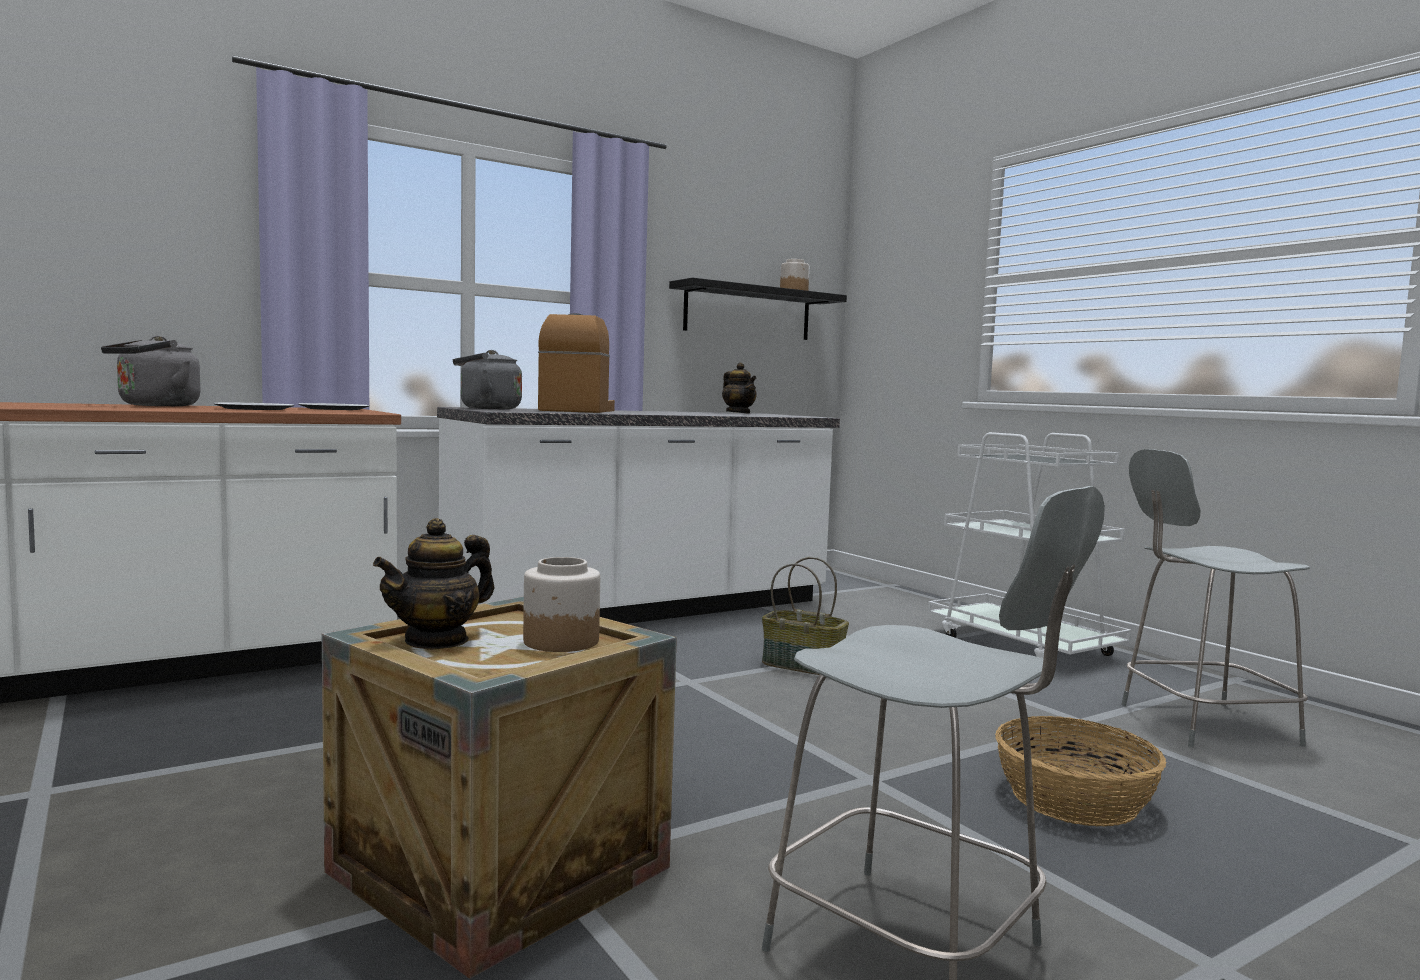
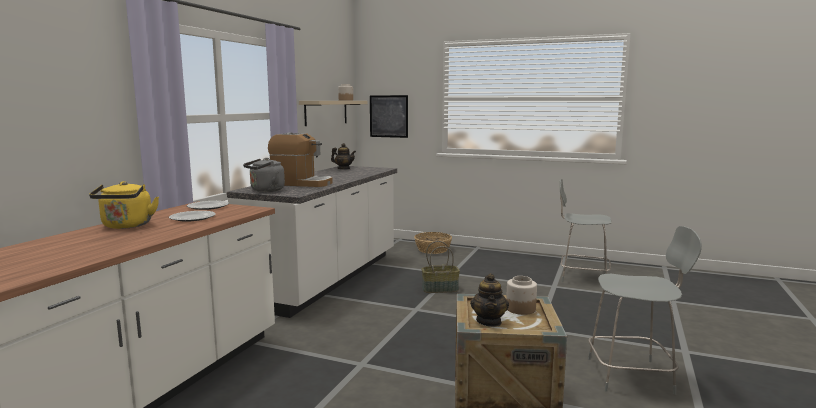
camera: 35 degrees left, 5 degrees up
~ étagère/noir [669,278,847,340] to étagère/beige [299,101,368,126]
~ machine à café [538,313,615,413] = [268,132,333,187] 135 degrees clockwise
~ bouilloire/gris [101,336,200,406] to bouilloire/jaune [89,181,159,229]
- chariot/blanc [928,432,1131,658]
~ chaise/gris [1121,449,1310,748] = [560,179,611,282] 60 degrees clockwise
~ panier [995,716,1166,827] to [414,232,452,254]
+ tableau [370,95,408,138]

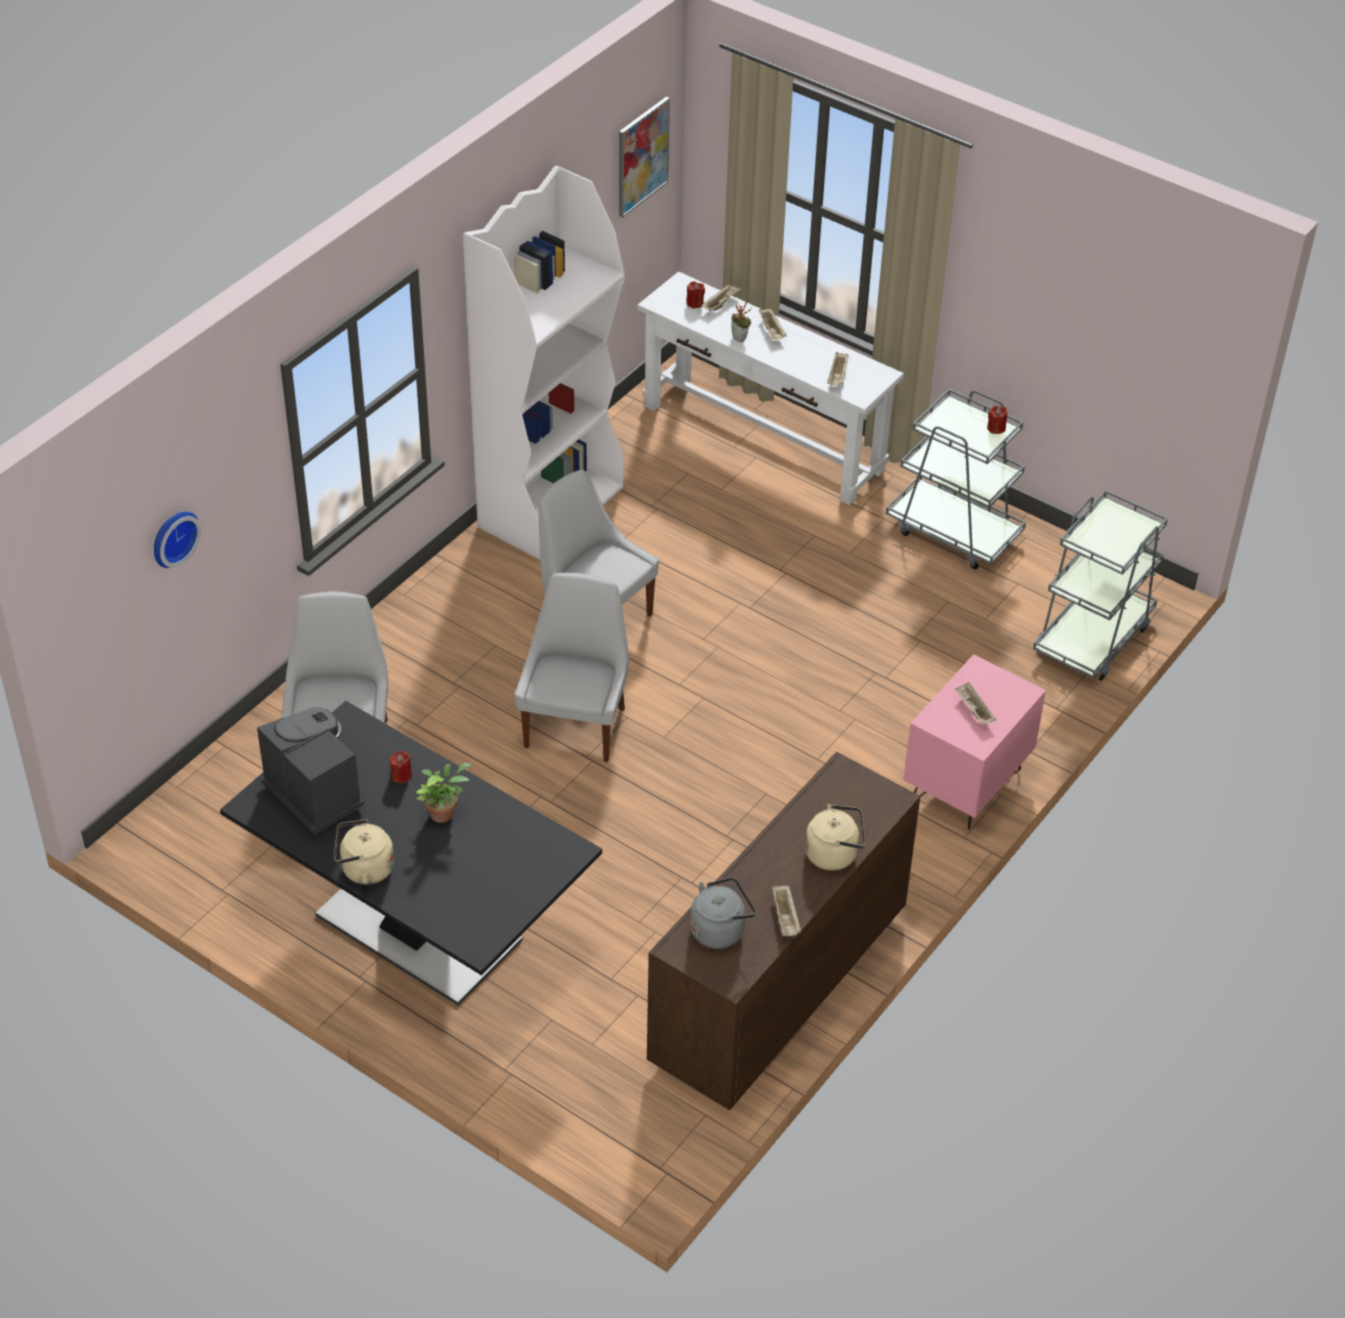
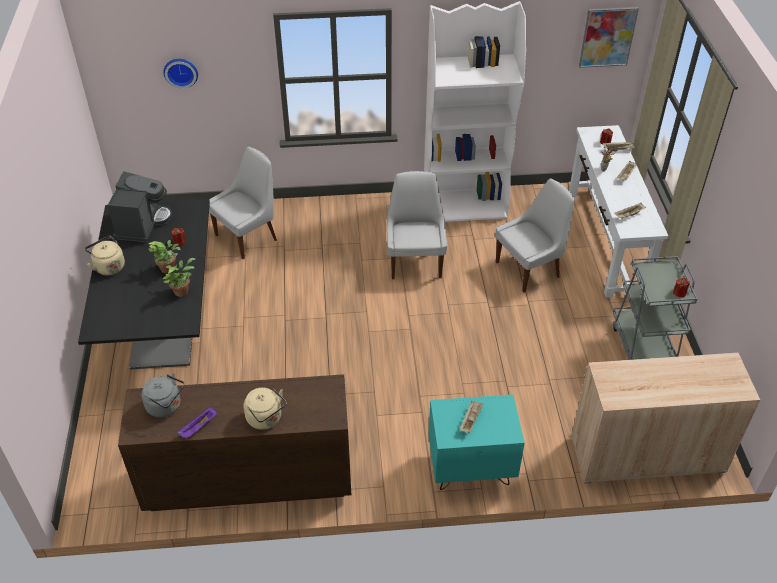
camera: 50 degrees right, 0 degrees up
~ chariot/gris [1033,490,1168,681] to meuble de rangement/beige [571,353,760,483]
~ chaise/blanc [515,573,629,762] to [496,178,575,292]
~ table de chevet/rose [903,654,1046,829] to table de chevet/turquoise [429,394,525,490]
~ plateau/beige [772,885,801,936] to plateau/violet [178,407,217,439]
+ plante en pot [163,258,195,297]

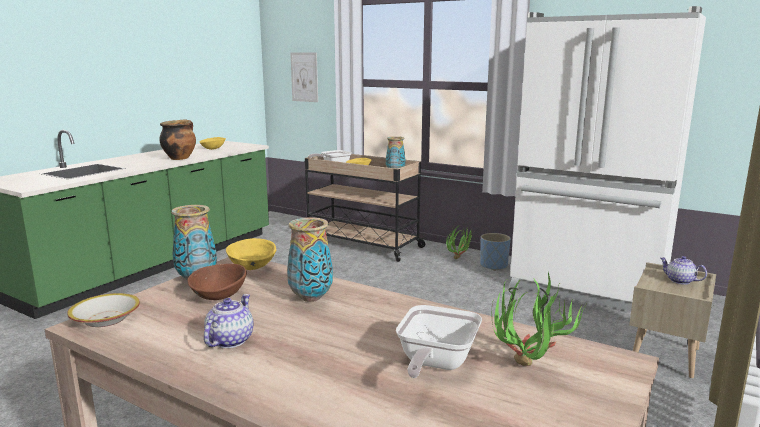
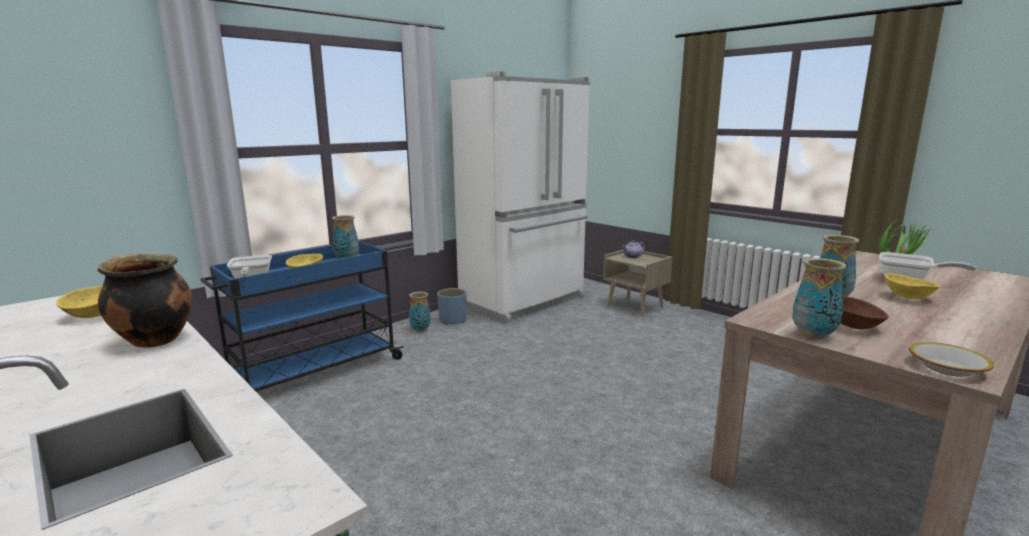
camera: 75 degrees left, 0 degrees up
- tableau [290,53,318,102]
~ chariot/beige [304,154,427,262] to chariot/bleu [200,241,404,392]
~ plante en pot [446,228,474,259] to vase [409,292,431,332]
~ bol/jaune [226,238,276,270] to [885,273,940,299]
- théière [204,294,253,348]

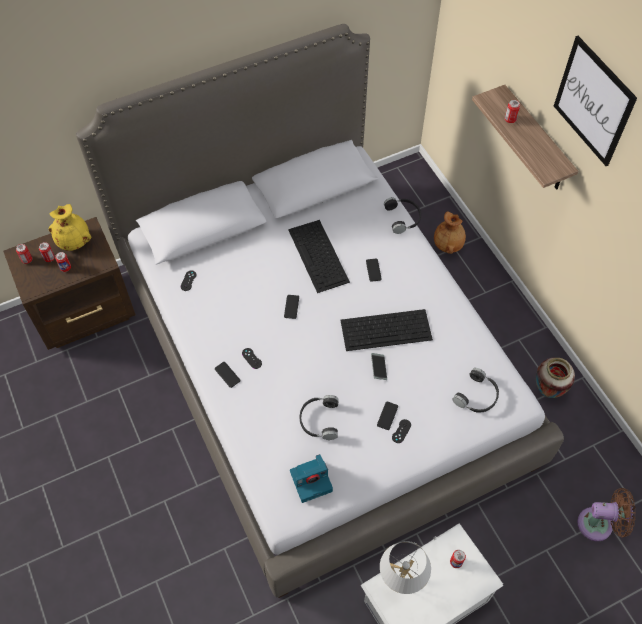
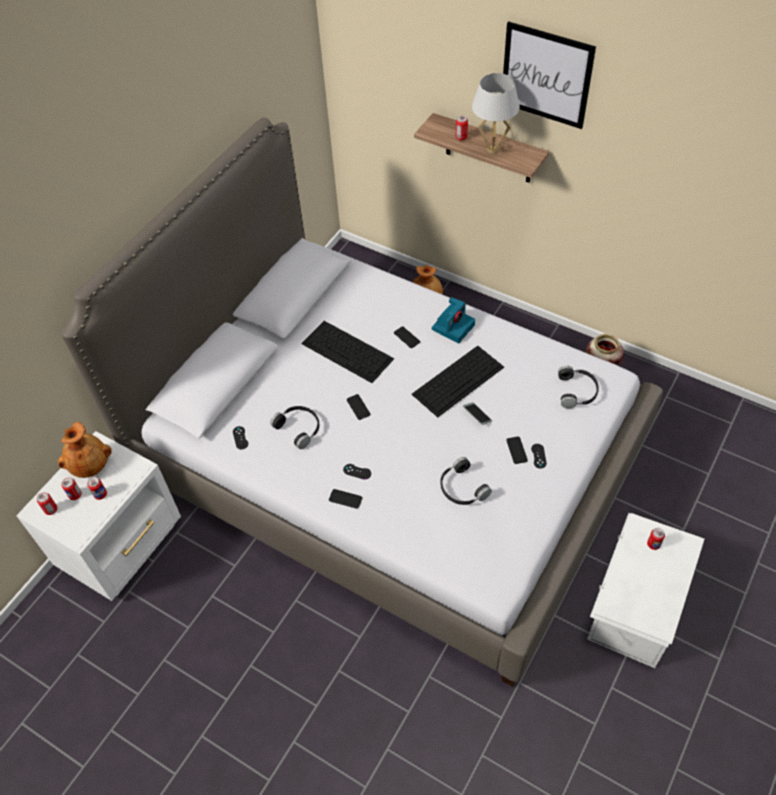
camera: 30 degrees left, 5 degrees down
~ casque audio/noir [384,197,421,234] to [270,406,319,449]
~ vase/jaune [49,204,91,251] to vase/marron [58,422,112,478]
~ table de chevet/marron [3,217,136,350] to table de chevet/blanc [16,431,181,601]
~ appareil photo [290,454,333,503] to [432,297,475,344]
- ventilateur/marron [577,488,636,541]
~ lampe de table/blanc [380,541,431,594] to [472,73,520,154]

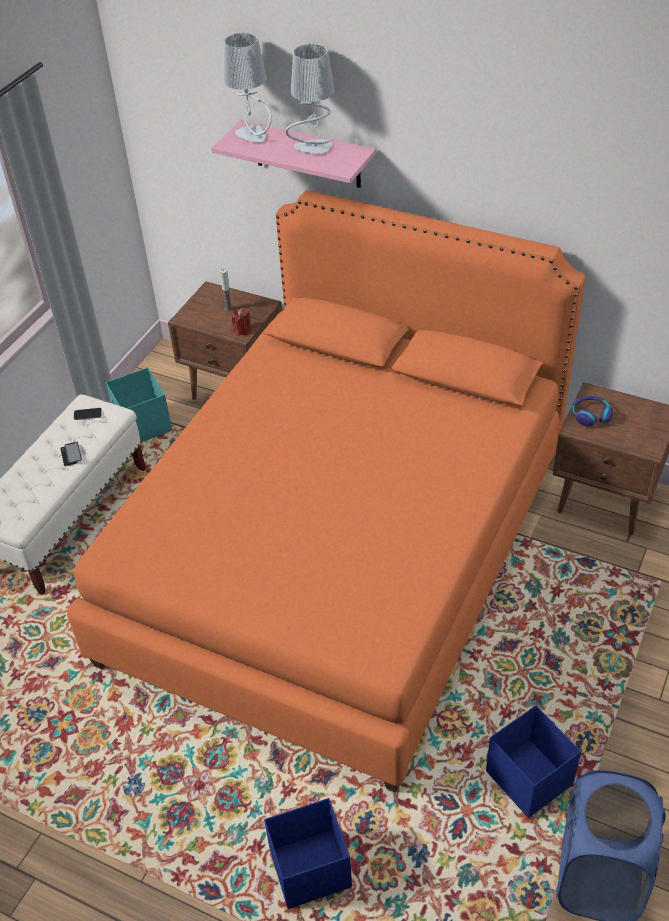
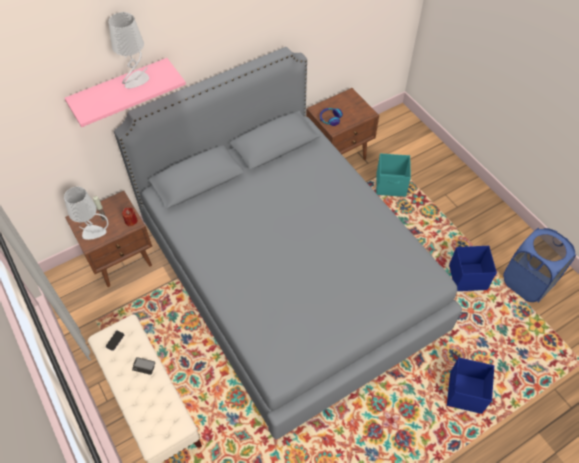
camera: 60 degrees left, 10 degrees up
~ lampe de table/gris [224,33,272,143] to [64,187,108,240]
~ lit/orange [67,190,586,792] to lit/gris [114,47,462,440]
~ boîte de rangement/turquoise [106,367,172,442] to [376,153,411,197]

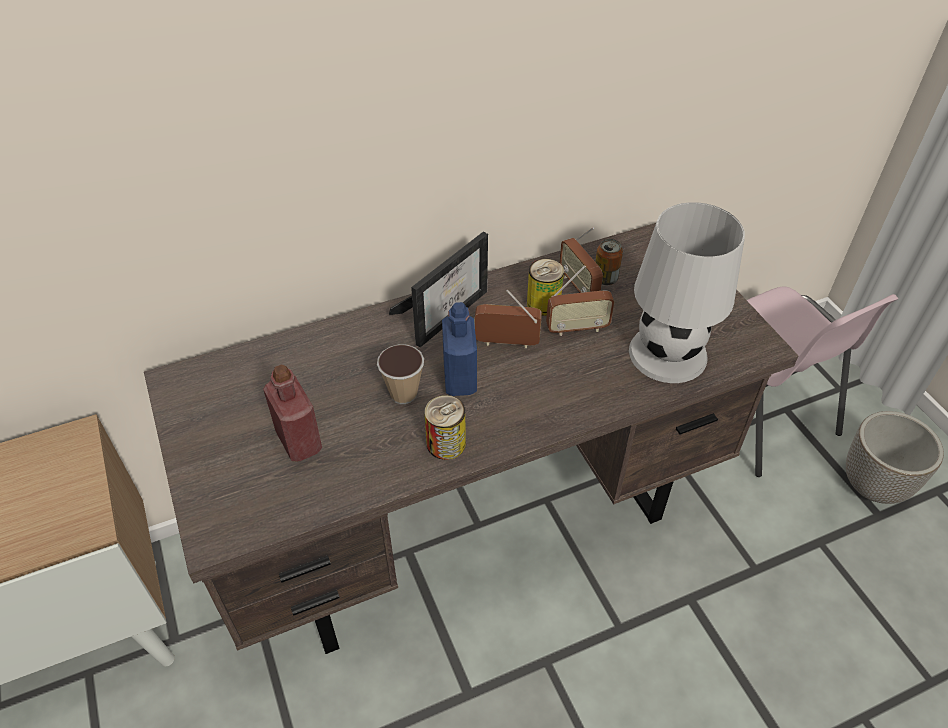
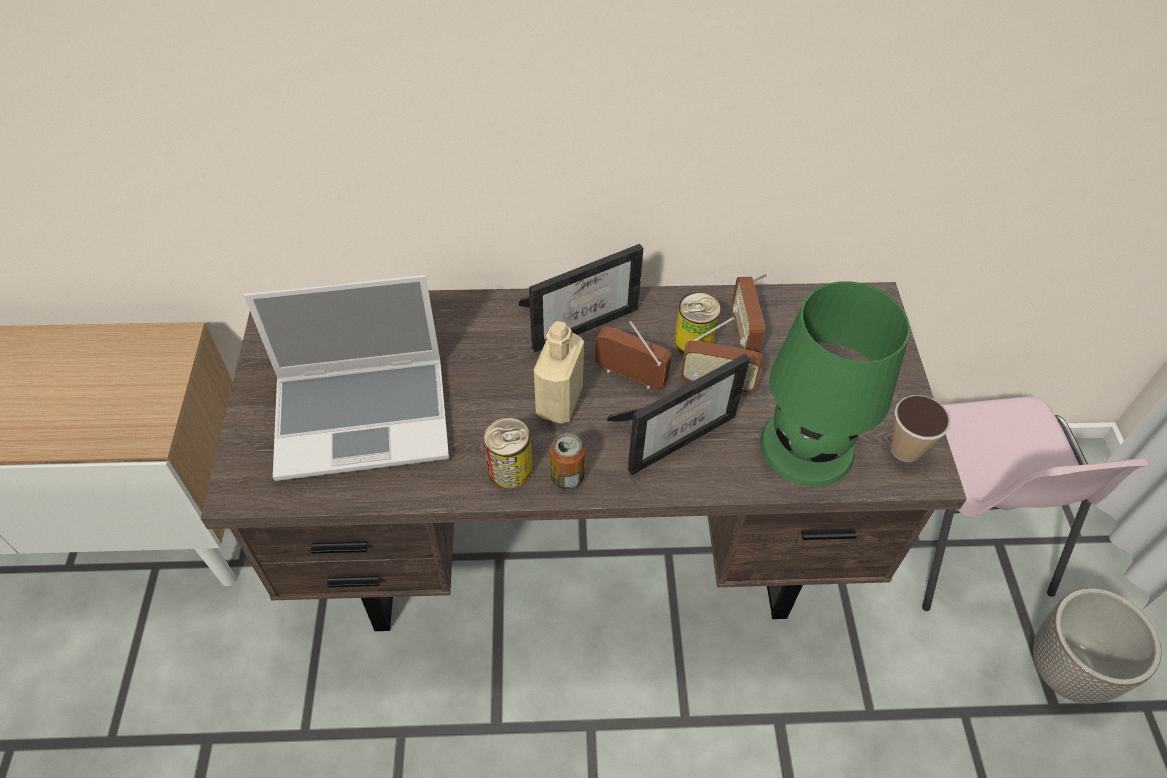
camera: 20 degrees right, 5 degrees up
~ lampe de table/blanc [629,202,745,383] to lampe de table/vert [760,281,910,487]
~ boîte métallique [595,239,623,285] to [550,433,585,489]
~ bouteille/bleu [442,302,477,396] to bouteille/beige [534,321,584,423]
~ tasse [377,344,424,404] to [890,395,951,462]
~ bouteille/rouge [263,365,322,461] to ordinateur portable [244,275,449,481]
+ cadre photo [607,354,750,475]

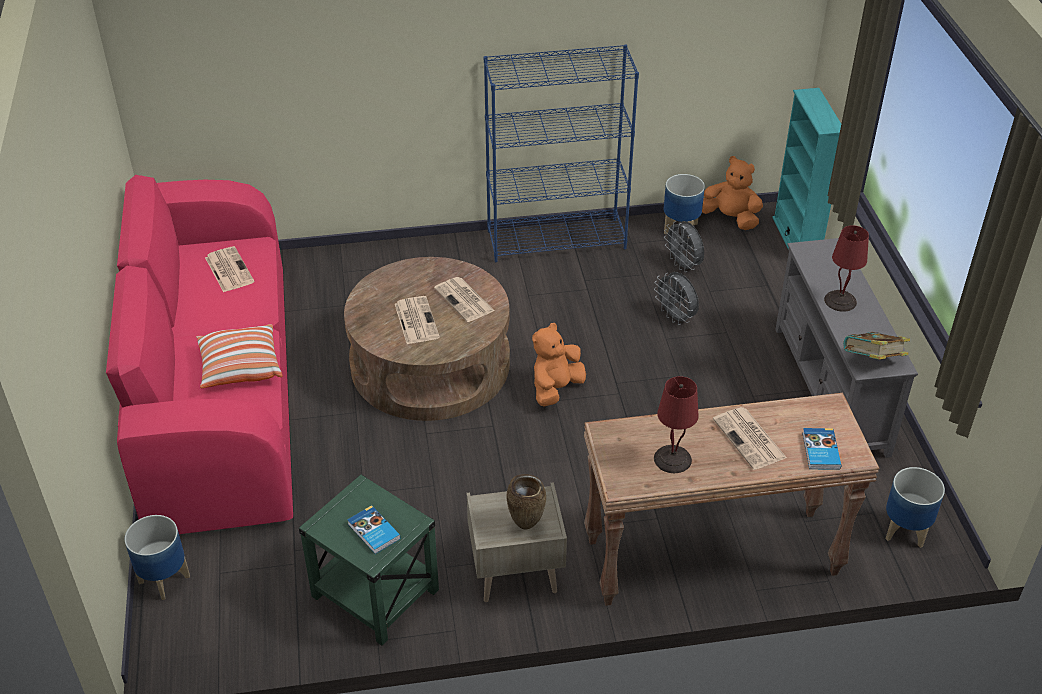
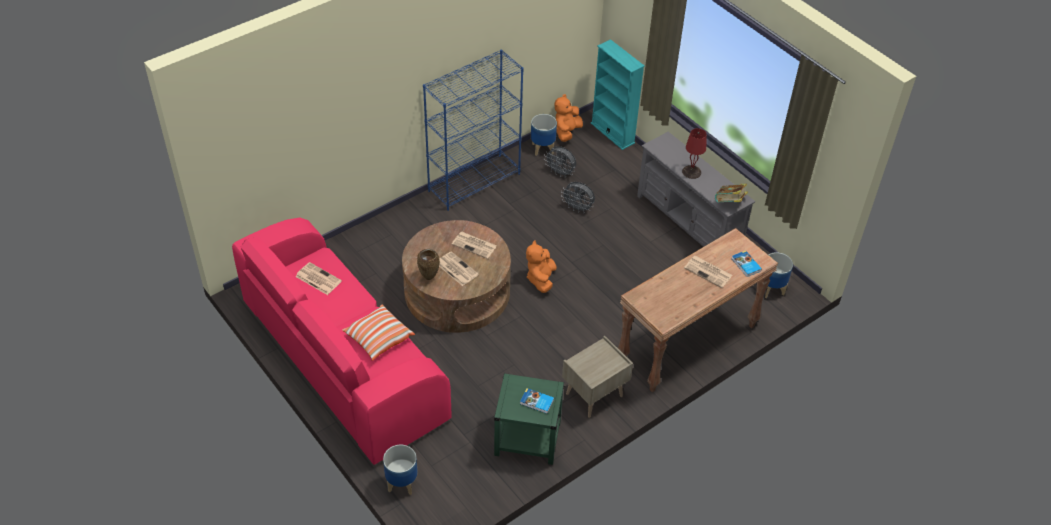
camera: 30 degrees left, 5 degrees up
~ peluche/orange [702,156,763,230] = [555,94,583,142] 60 degrees counterclockwise
- lampe de table/rouge [654,376,699,473]
~ vase/marron [506,474,546,530] to [417,249,440,280]

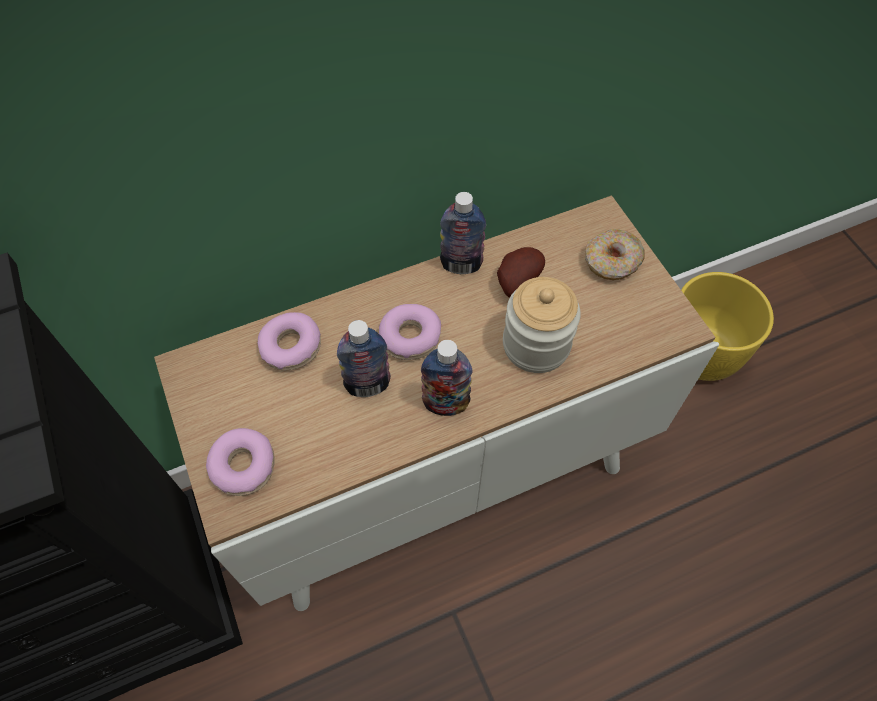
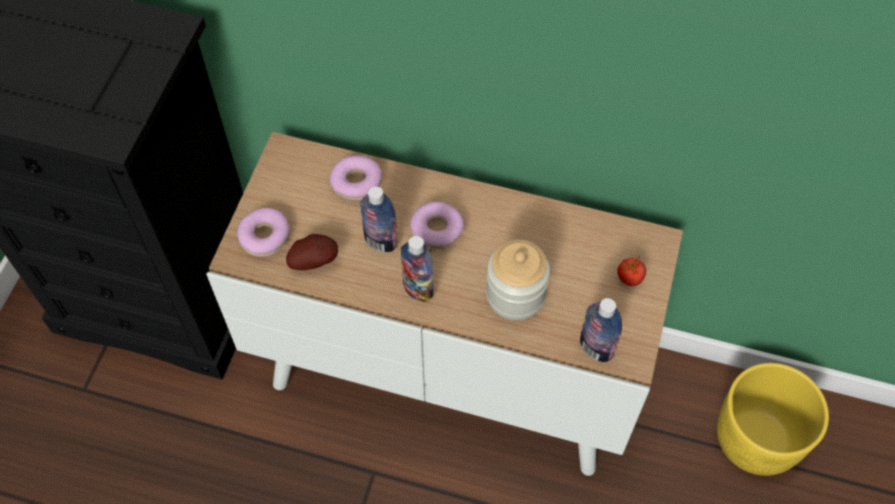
camera: 40 degrees right, 0 degrees up
~ bouteille [440,192,486,274] to [580,298,622,362]
~ beignet [585,229,645,280] to tomate [618,258,646,286]
~ pomme de terre [497,247,545,298] to [286,234,338,270]

